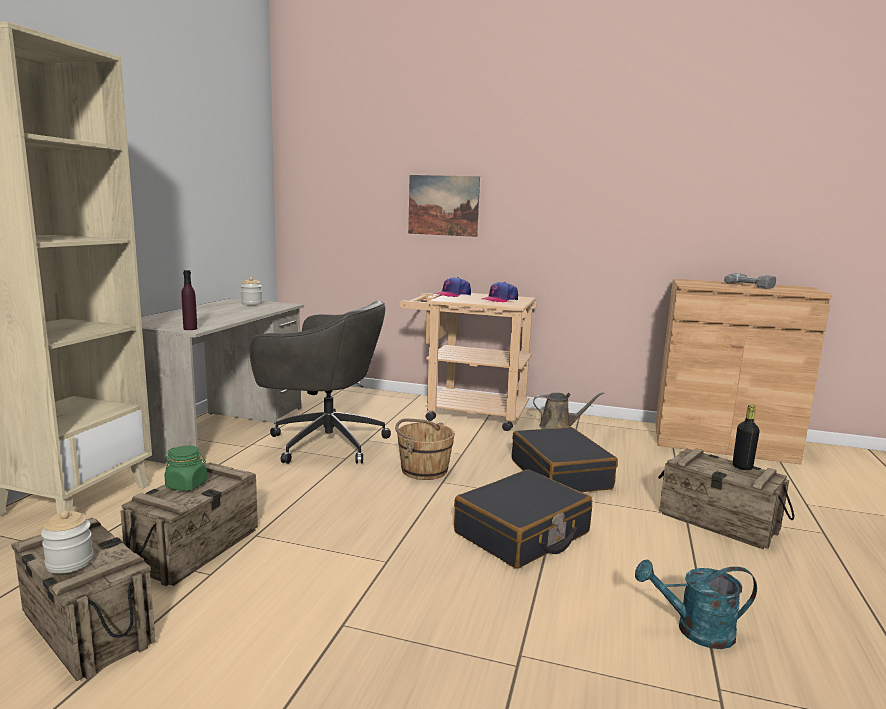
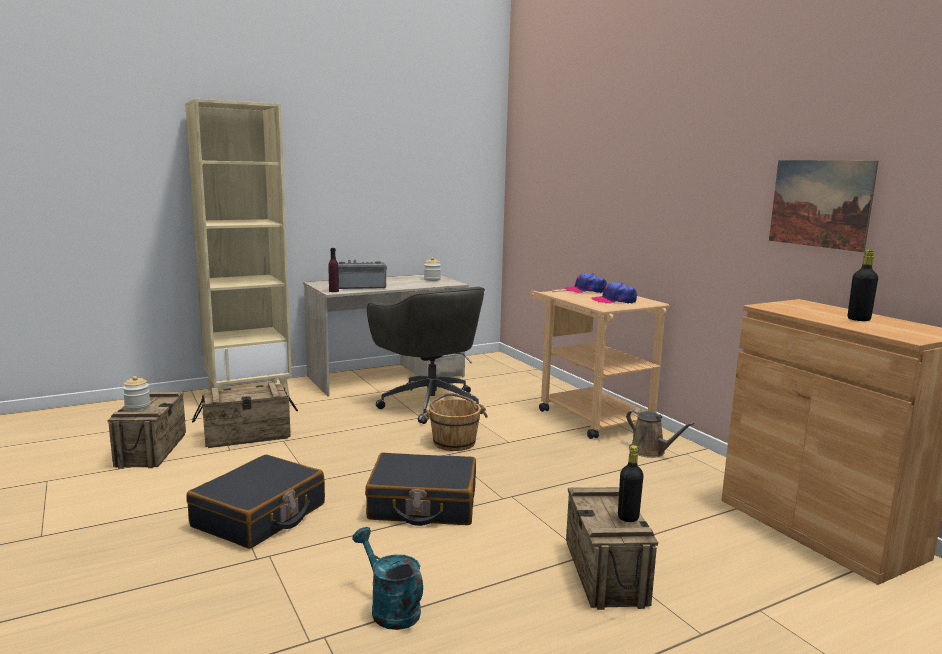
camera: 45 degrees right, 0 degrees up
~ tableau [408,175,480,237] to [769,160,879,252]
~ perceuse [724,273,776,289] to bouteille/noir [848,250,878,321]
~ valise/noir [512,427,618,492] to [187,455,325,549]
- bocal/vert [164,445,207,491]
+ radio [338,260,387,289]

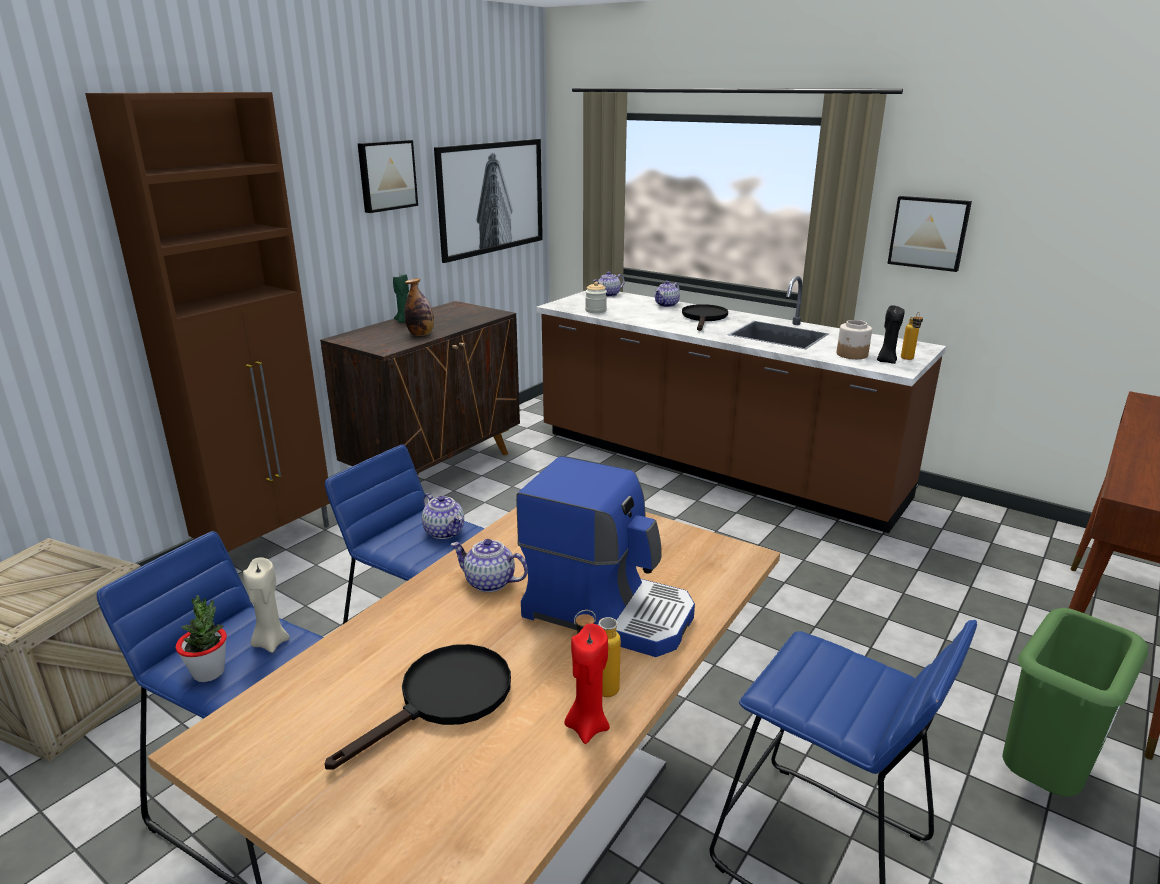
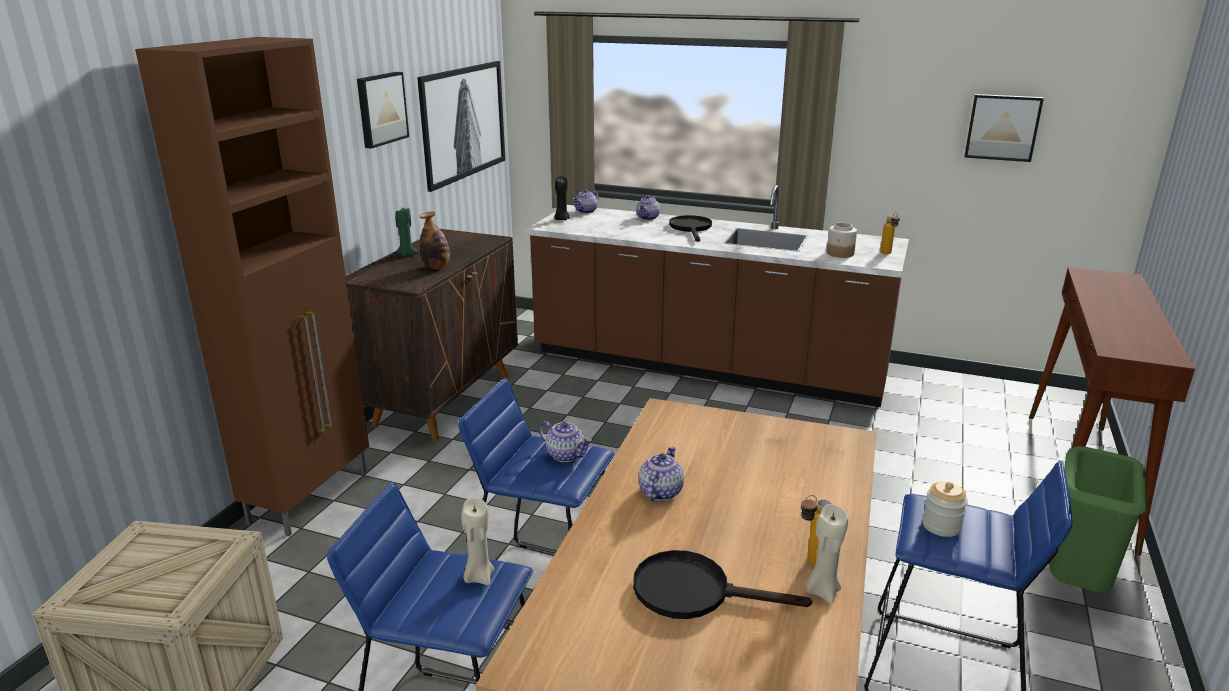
camera: 15 degrees left, 0 degrees up
~ tableau [887,196,972,272] to [964,94,1044,162]
~ bocal [585,282,607,313] to [922,481,968,537]
~ bougie/noir [877,305,905,364] to [554,176,570,220]
- machine à café [516,456,695,657]
~ théière [451,539,528,592] = [639,446,684,501] 105 degrees clockwise
- plante en pot [176,595,227,682]
~ bougie/rouge [564,623,610,744] to bougie/beige [805,504,848,603]
~ poêle/noir [325,644,511,770] = [633,550,812,619] 105 degrees counterclockwise

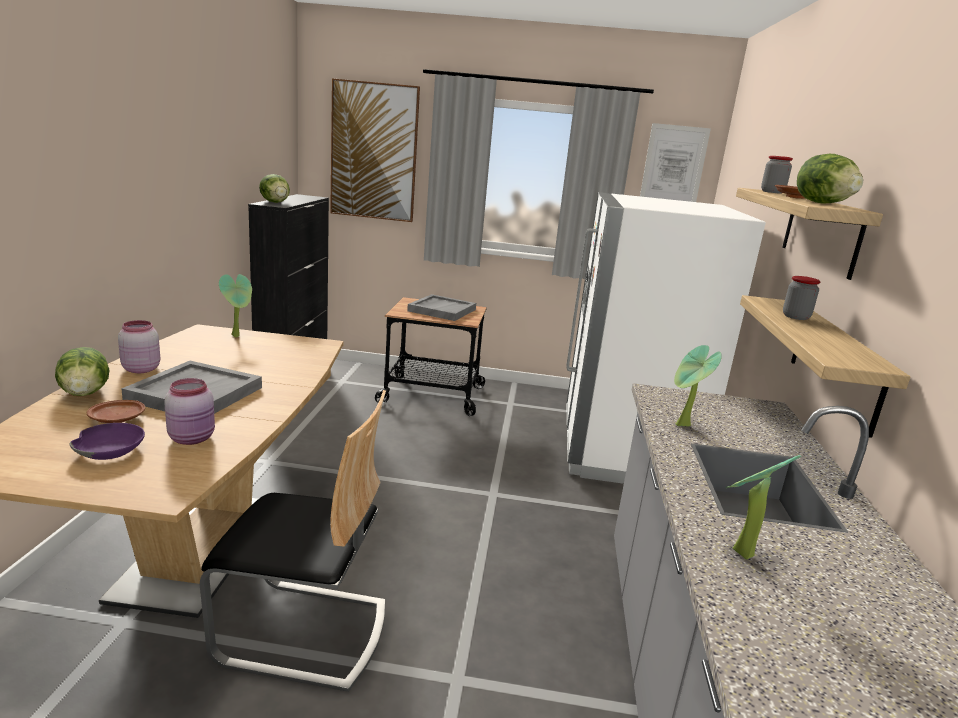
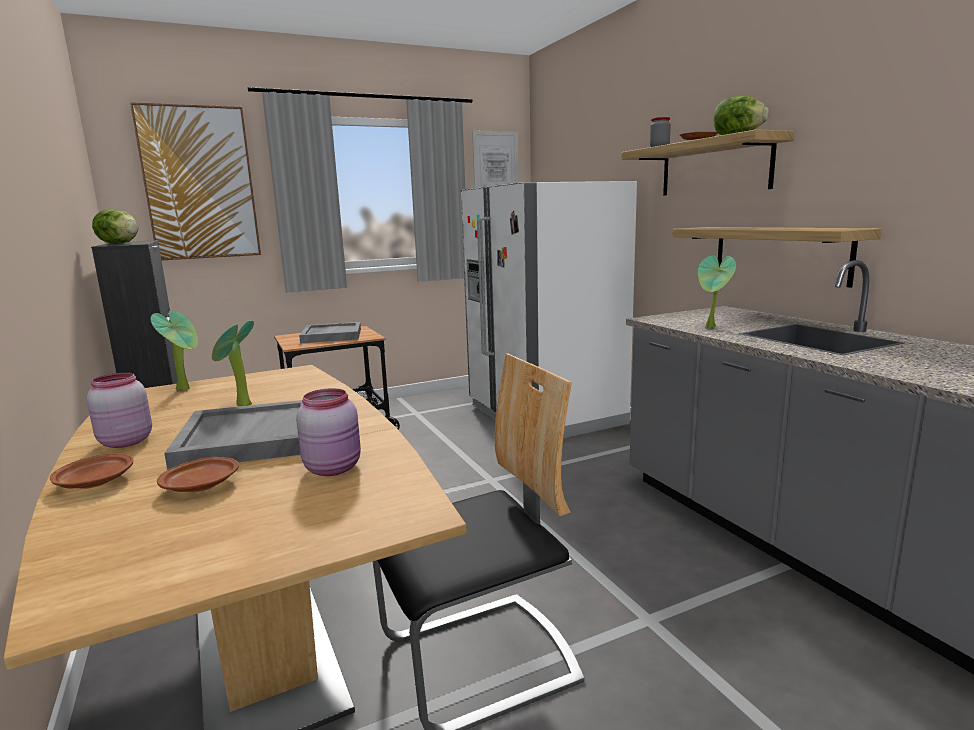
camera: 30 degrees left, 5 degrees down
- bocal [783,276,821,320]
~ laitue [55,347,110,396] to assiette/marron [50,454,133,489]
- bol/violet [69,423,145,460]
~ plante en pot [726,455,801,559] to [212,320,254,406]

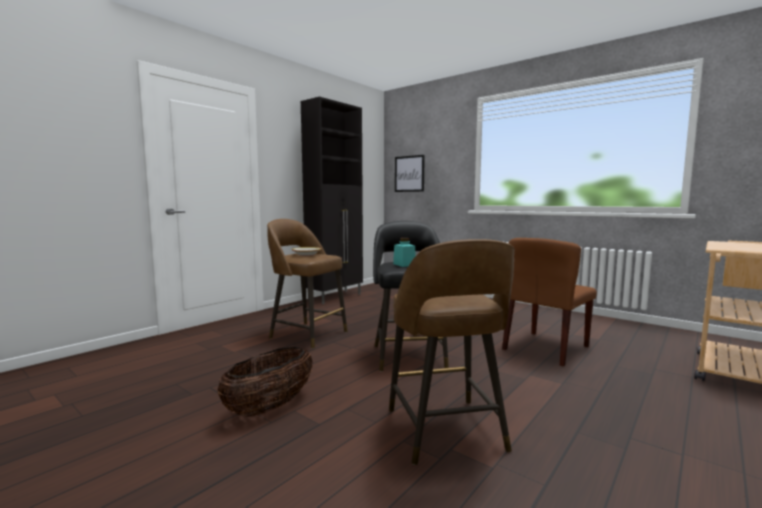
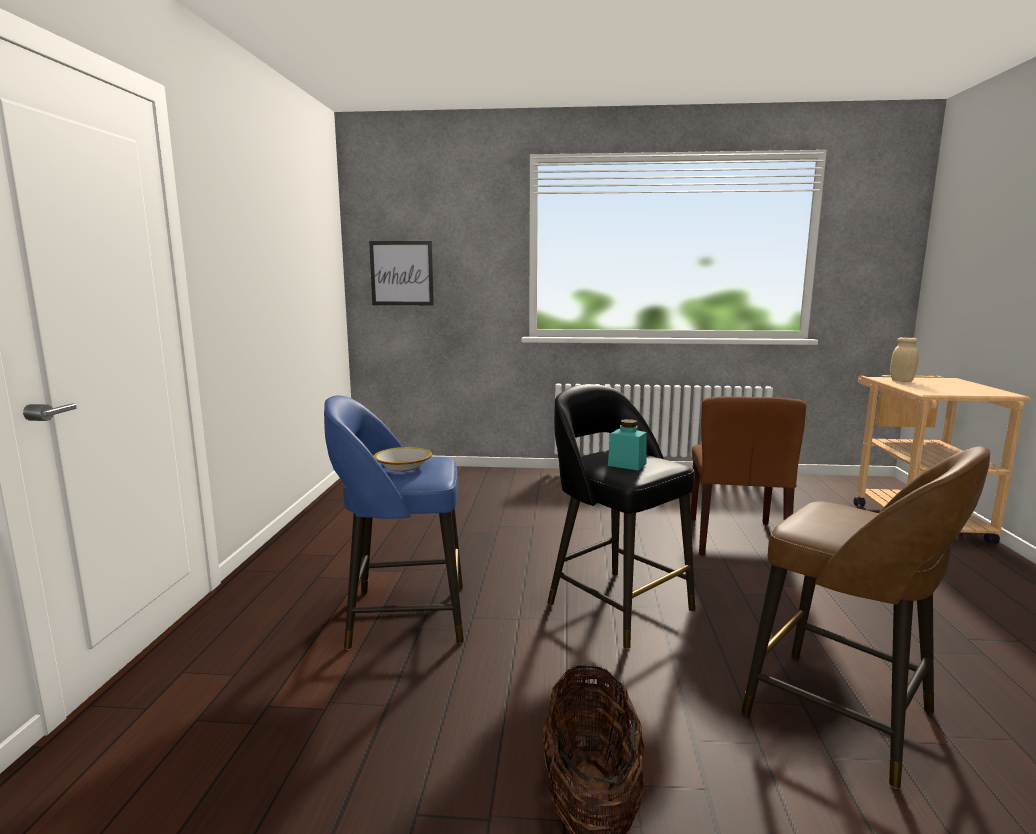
camera: 35 degrees left, 5 degrees up
- meuble de rangement/noir [301,97,363,304]
~ tabouret/marron [267,219,347,349] to tabouret/bleu [324,395,464,650]
+ bocal/beige [890,337,919,382]

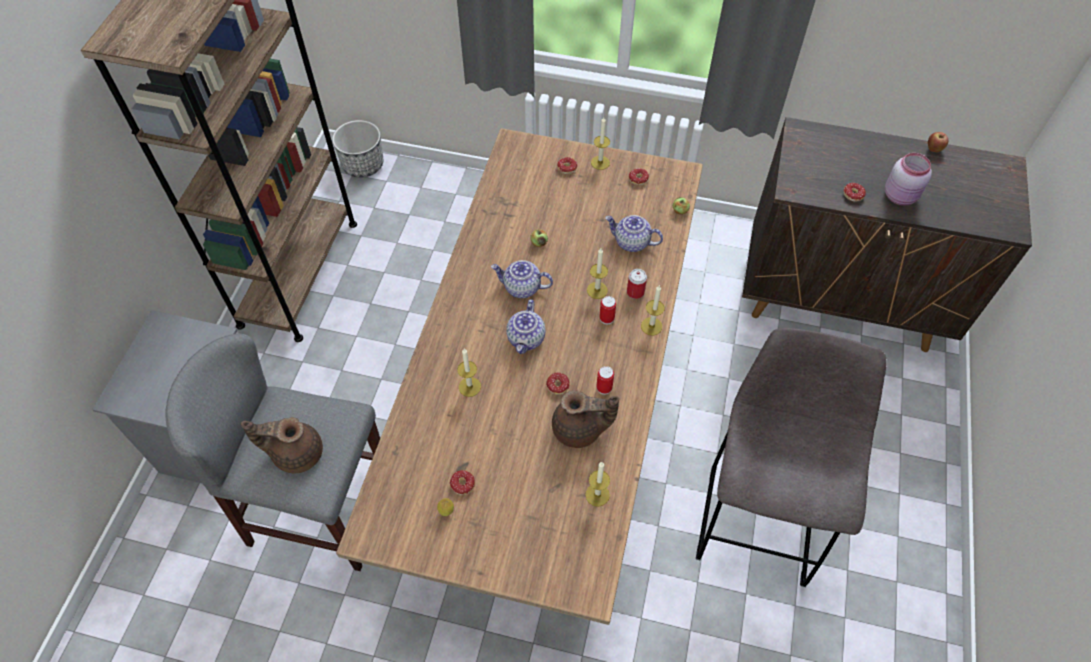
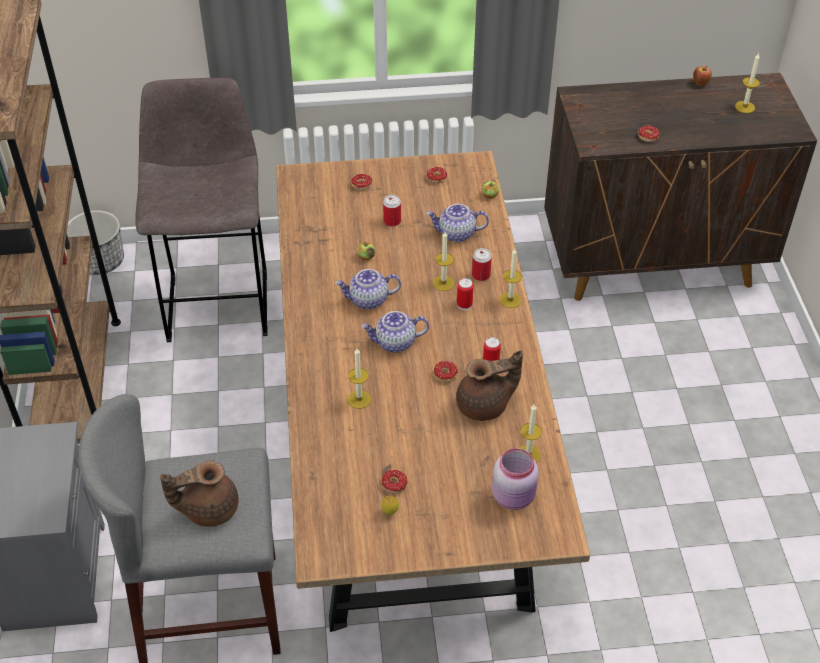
camera: 20 degrees left, 10 degrees down
~ bougie [591,117,610,170] to [735,53,760,113]
~ bocal/rose [885,153,932,206] to [492,448,539,510]
~ théière [506,299,545,354] = [361,311,429,353] 90 degrees clockwise
~ tabouret/gris [696,328,887,587] to [135,78,268,342]
+ boîte métallique [383,195,401,226]

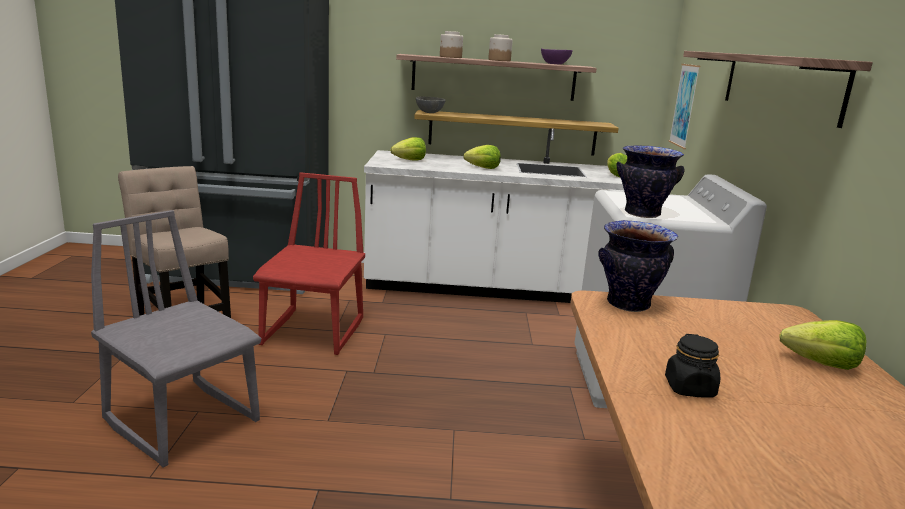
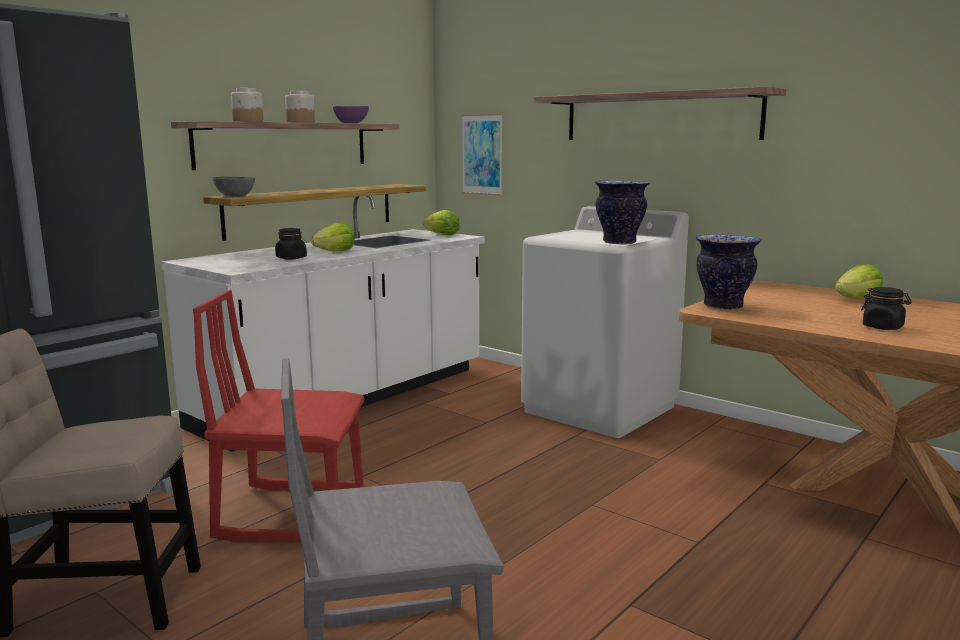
camera: 50 degrees left, 5 degrees down
- laitue [390,137,426,161]
~ chaise/rouge [253,172,365,355] = [193,290,365,542] 45 degrees counterclockwise
+ bocal/noir [275,228,307,260]

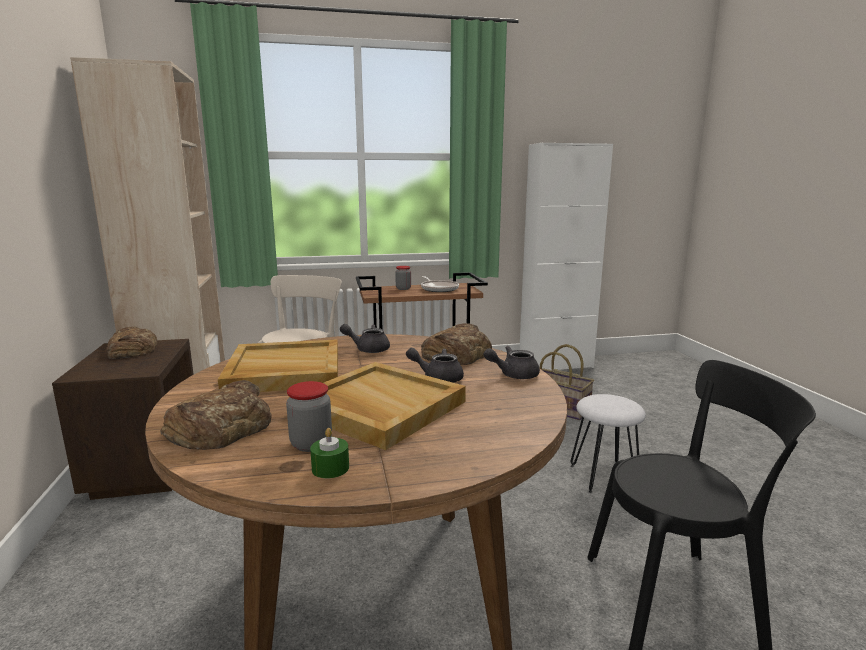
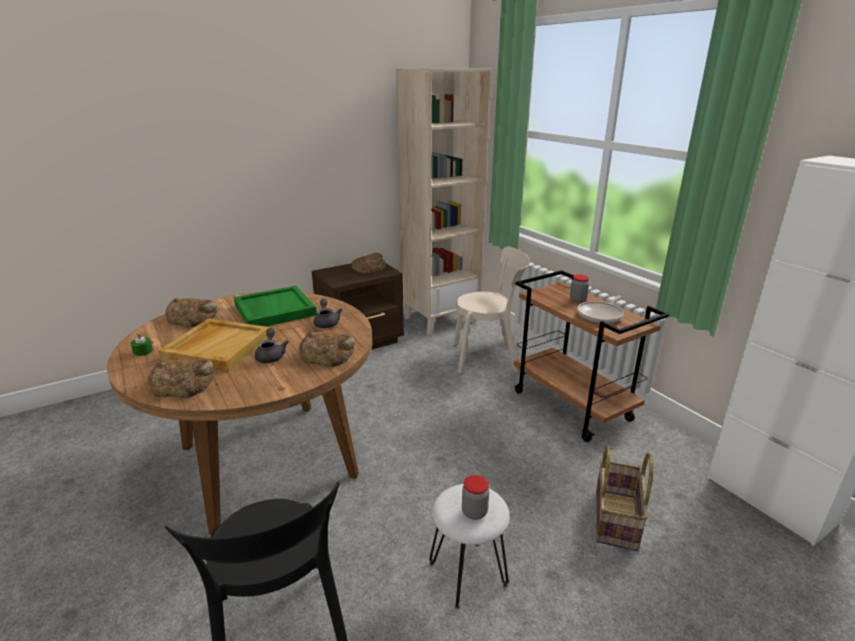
camera: 70 degrees right, 10 degrees up
~ plateau/beige [218,339,338,392] to plateau/vert [234,286,317,326]
- théière/gris [484,346,540,379]
~ bocal [286,381,332,452] to [462,475,489,520]
+ pain [148,359,213,397]

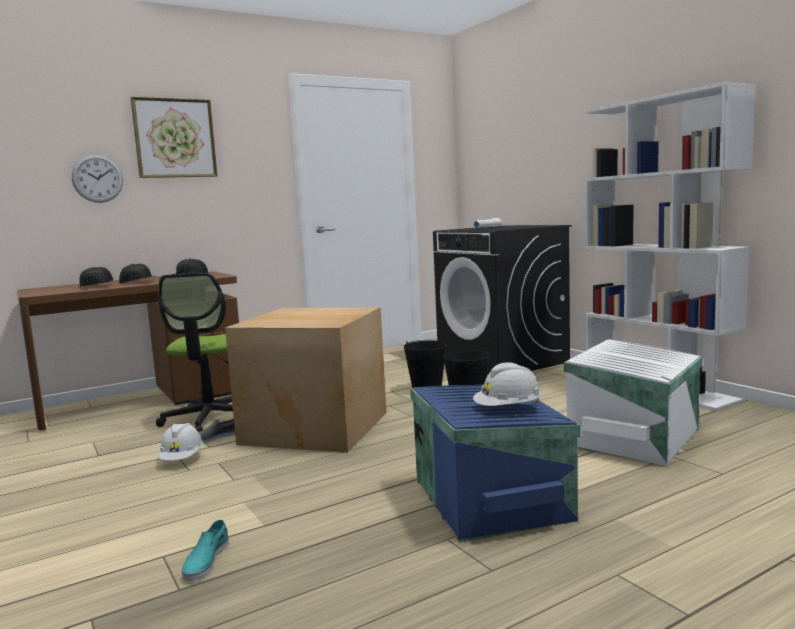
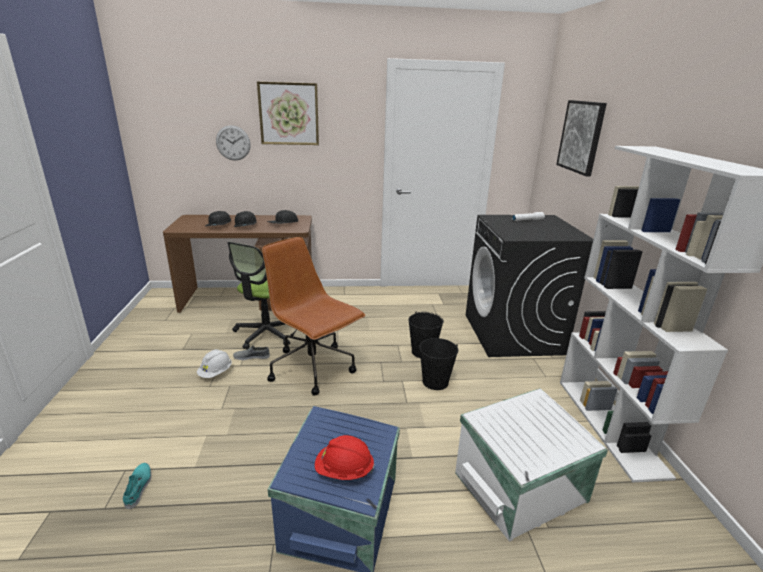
camera: 25 degrees right, 15 degrees up
~ carton [225,307,386,452] to chaise de bureau/marron [262,237,366,396]
~ casque de chantier/blanc [473,362,542,406] to casque de chantier/rouge [315,435,375,480]
~ chaussure/turquoise [182,520,229,581] = [123,463,152,509] 135 degrees clockwise
+ tableau [556,100,607,177]

